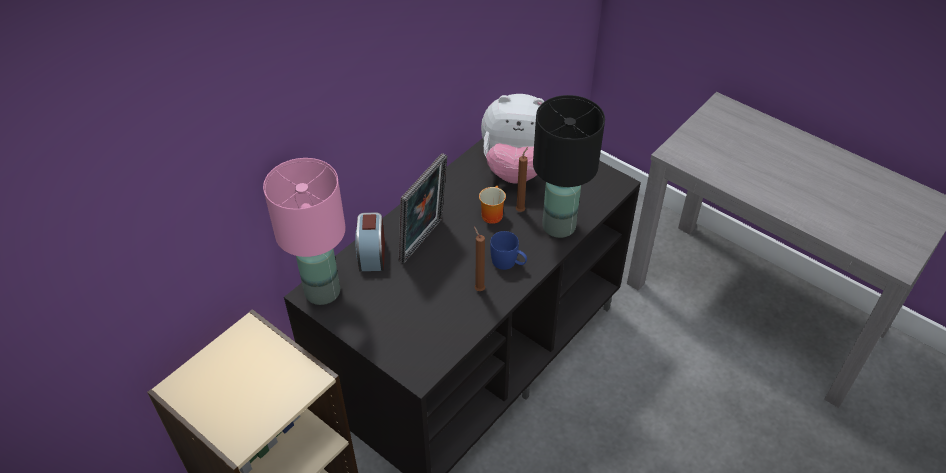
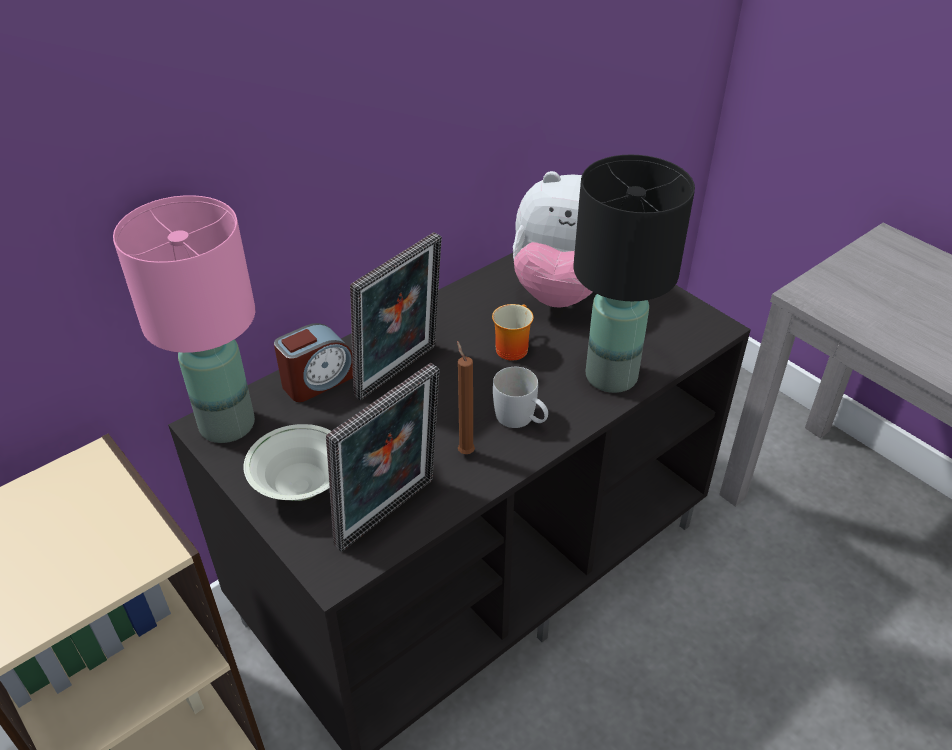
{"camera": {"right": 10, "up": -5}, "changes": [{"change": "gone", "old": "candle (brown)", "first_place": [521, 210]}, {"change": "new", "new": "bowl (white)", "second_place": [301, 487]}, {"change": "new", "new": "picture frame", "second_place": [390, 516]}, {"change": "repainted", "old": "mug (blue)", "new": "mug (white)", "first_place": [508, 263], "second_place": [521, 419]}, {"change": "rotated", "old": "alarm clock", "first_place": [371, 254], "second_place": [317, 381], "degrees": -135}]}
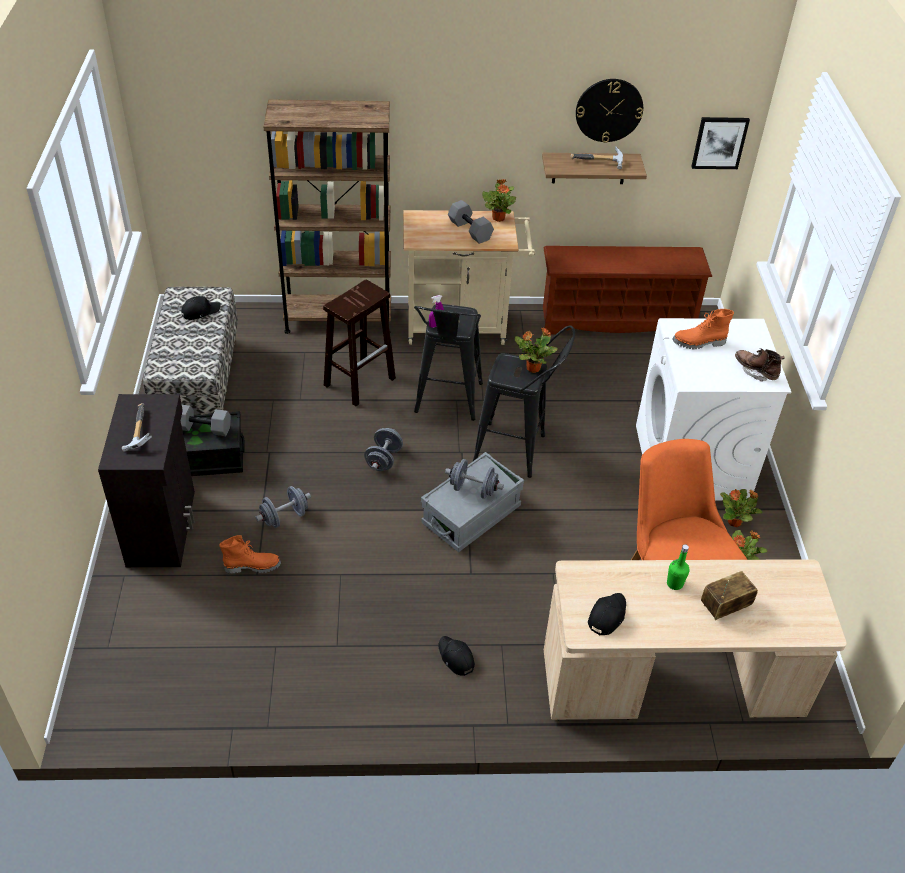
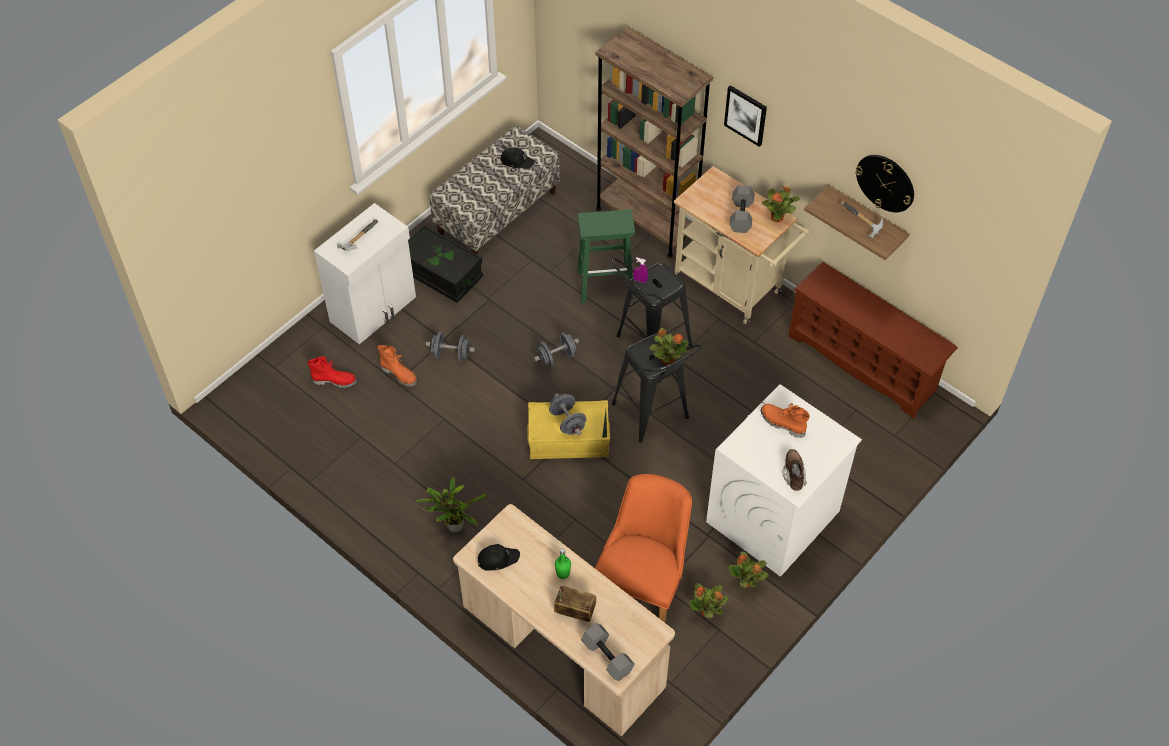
{"camera": {"right": 45, "up": 10}, "changes": [{"change": "new", "new": "boot (red)", "second_place": [334, 380]}, {"change": "shifted", "old": "dumbbell (grey)", "first_place": [204, 428], "second_place": [608, 657]}, {"change": "shifted", "old": "picture", "first_place": [719, 142], "second_place": [746, 115]}, {"change": "swapped", "old": "cap (black)", "new": "potted plant", "first_place": [455, 658], "second_place": [453, 525]}, {"change": "repainted", "old": "cabinet (black)", "new": "cabinet (white)", "first_place": [163, 527], "second_place": [374, 309]}, {"change": "repainted", "old": "stool (brown)", "new": "stool (green)", "first_place": [360, 381], "second_place": [606, 284]}, {"change": "repainted", "old": "storage box (grey)", "new": "storage box (yellow)", "first_place": [471, 515], "second_place": [568, 440]}]}
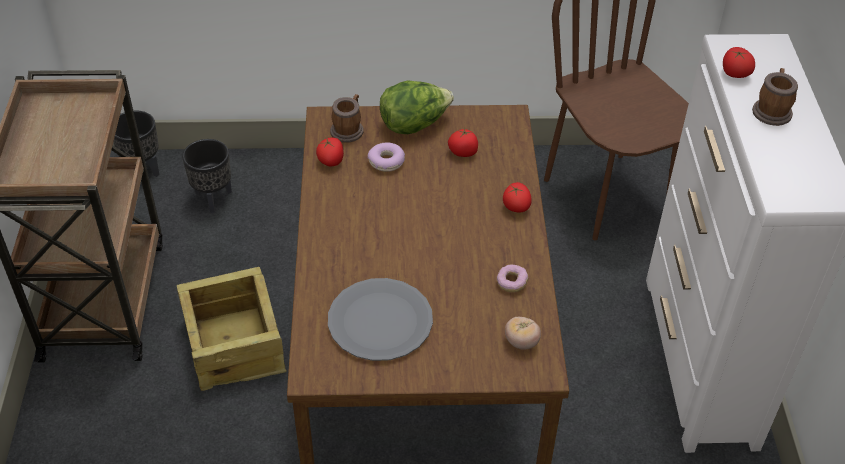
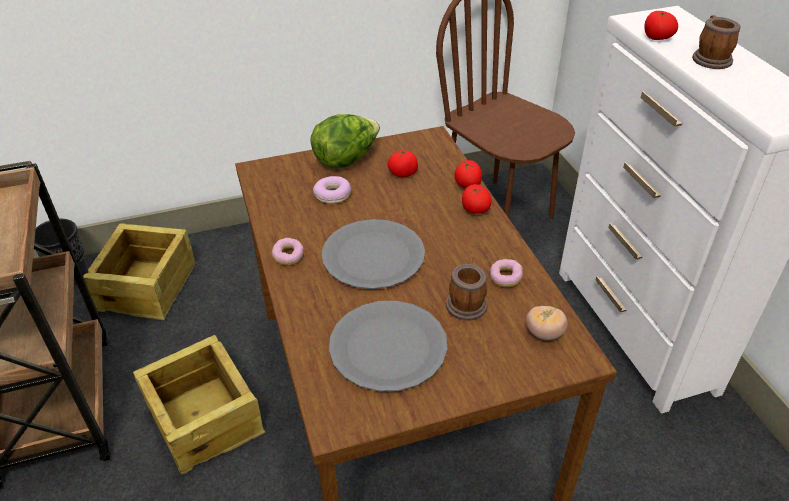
{"camera": {"right": -15, "up": -5}, "changes": [{"change": "new", "new": "donut", "second_place": [288, 257]}, {"change": "new", "new": "plate (grey)", "second_place": [373, 256]}, {"change": "shifted", "old": "tomato", "first_place": [331, 161], "second_place": [467, 184]}, {"change": "shifted", "old": "mug", "first_place": [348, 129], "second_place": [466, 302]}, {"change": "swapped", "old": "planter (black)", "new": "crate", "first_place": [214, 198], "second_place": [149, 287]}]}
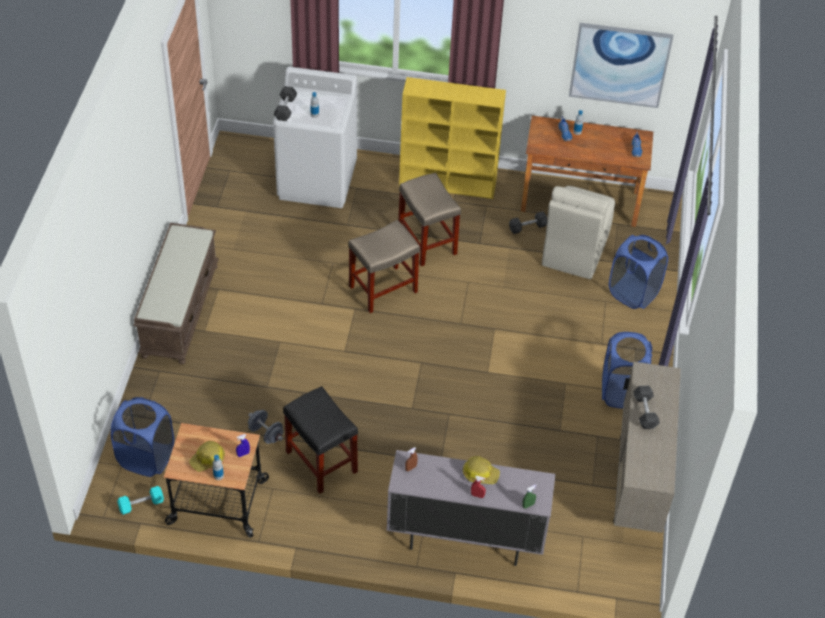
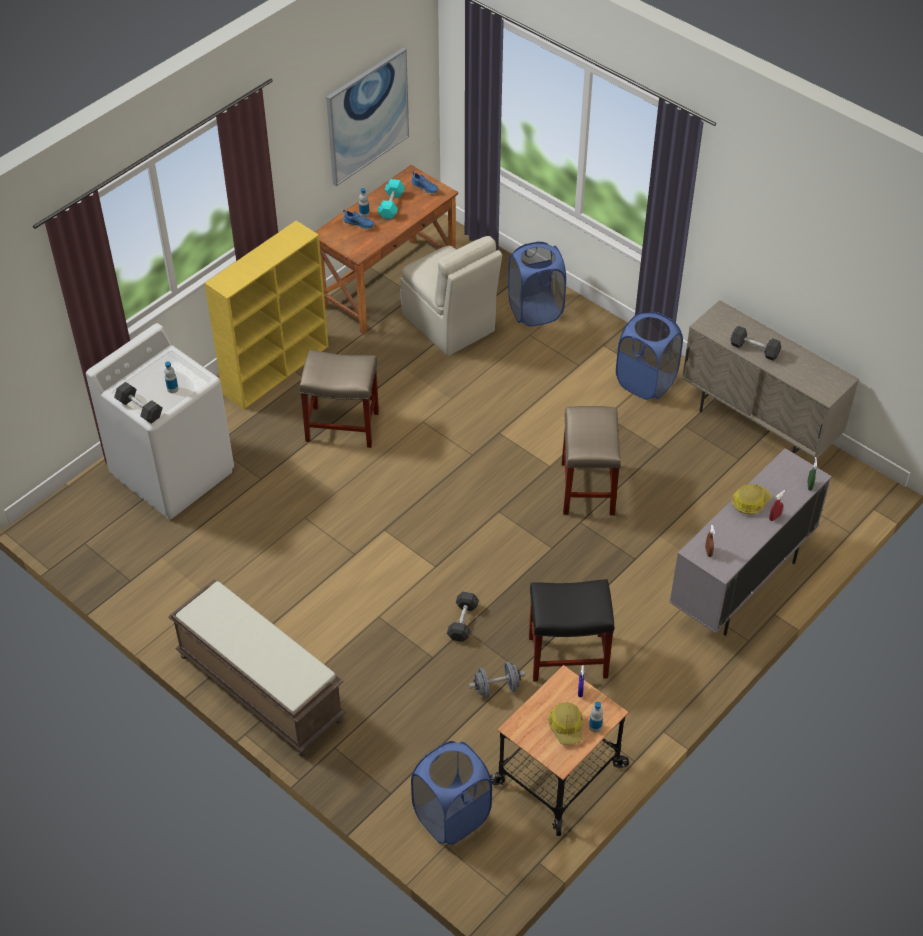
{"camera": {"right": -55, "up": 0}, "changes": [{"change": "shifted", "old": "dumbbell (turquoise)", "first_place": [141, 504], "second_place": [391, 205]}, {"change": "shifted", "old": "stool (beige)", "first_place": [382, 289], "second_place": [588, 489]}, {"change": "shifted", "old": "dumbbell (grey)", "first_place": [527, 227], "second_place": [462, 622]}]}
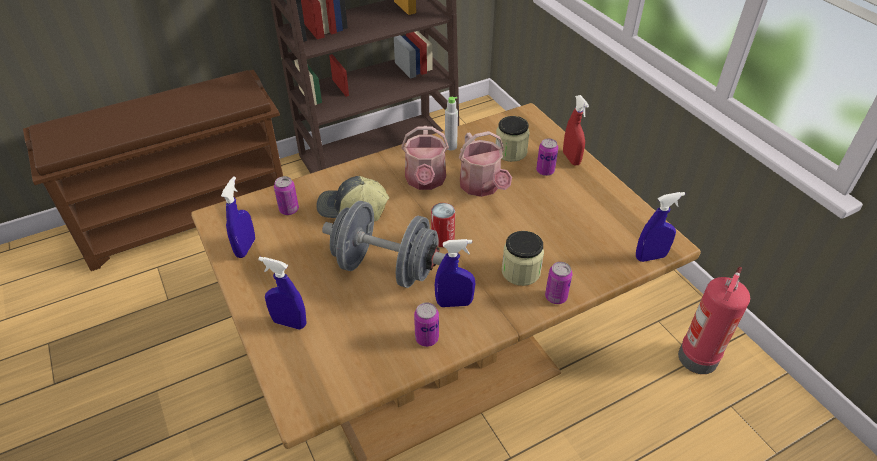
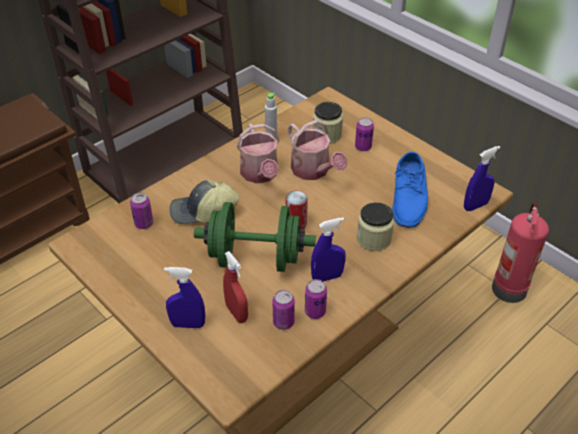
{"camera": {"right": -15, "up": 0}, "changes": [{"change": "gone", "old": "spray bottle (blue)", "first_place": [245, 248]}, {"change": "new", "new": "shoe (blue)", "second_place": [409, 198]}, {"change": "shifted", "old": "can", "first_place": [556, 297], "second_place": [283, 322]}, {"change": "shifted", "old": "spray bottle (red)", "first_place": [571, 158], "second_place": [236, 313]}, {"change": "repainted", "old": "dumbbell (grey)", "new": "dumbbell (green)", "first_place": [386, 268], "second_place": [255, 258]}]}
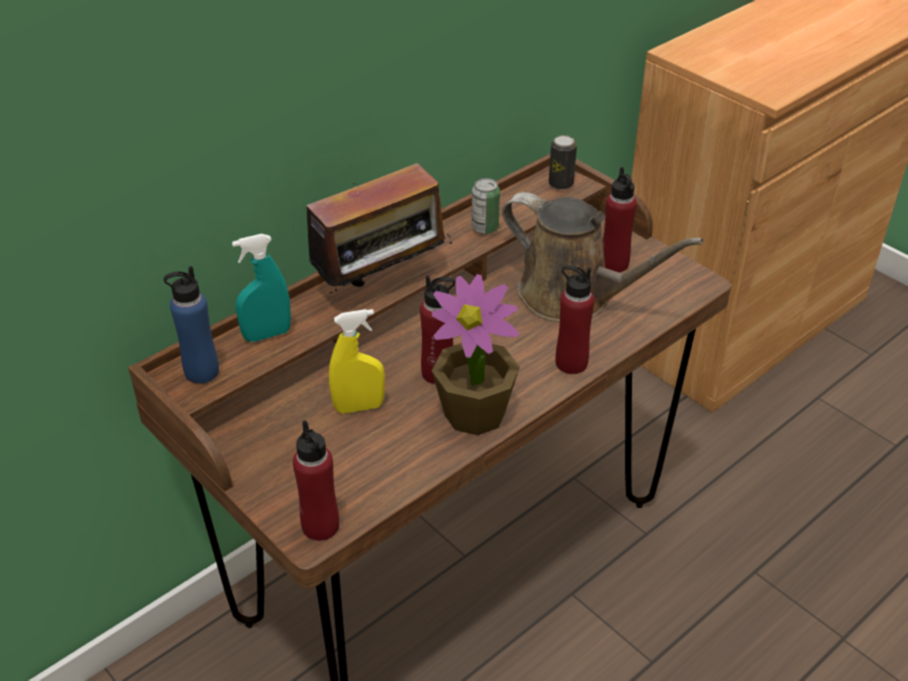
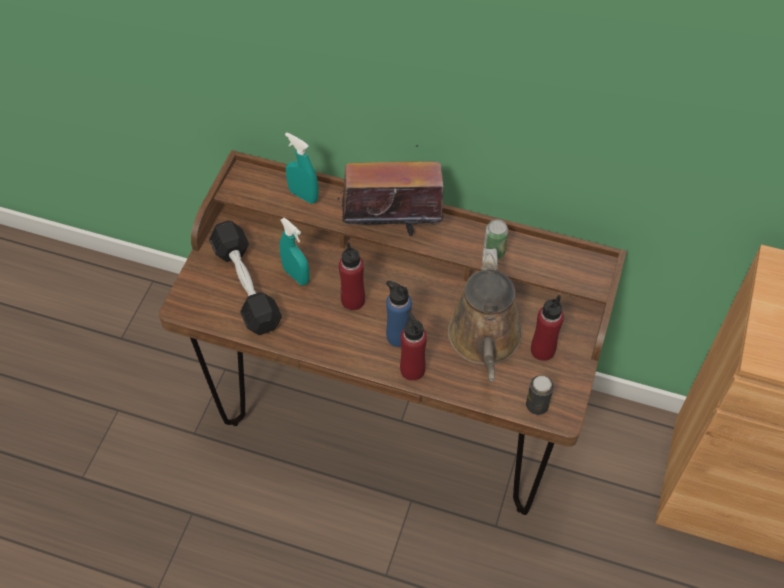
{"camera": {"right": 60, "up": 15}, "changes": [{"change": "gone", "old": "bottle (red)", "first_place": [320, 526]}, {"change": "gone", "old": "potted plant", "first_place": [475, 413]}, {"change": "new", "new": "dumbbell (black)", "second_place": [246, 286]}, {"change": "shifted", "old": "bottle (blue)", "first_place": [201, 372], "second_place": [398, 336]}, {"change": "shifted", "old": "can", "first_place": [561, 184], "second_place": [537, 405]}, {"change": "repainted", "old": "spray bottle (yellow)", "new": "spray bottle (turquoise)", "first_place": [359, 407], "second_place": [296, 275]}, {"change": "rotated", "old": "radio", "first_place": [382, 284], "second_place": [391, 226], "degrees": 150}]}
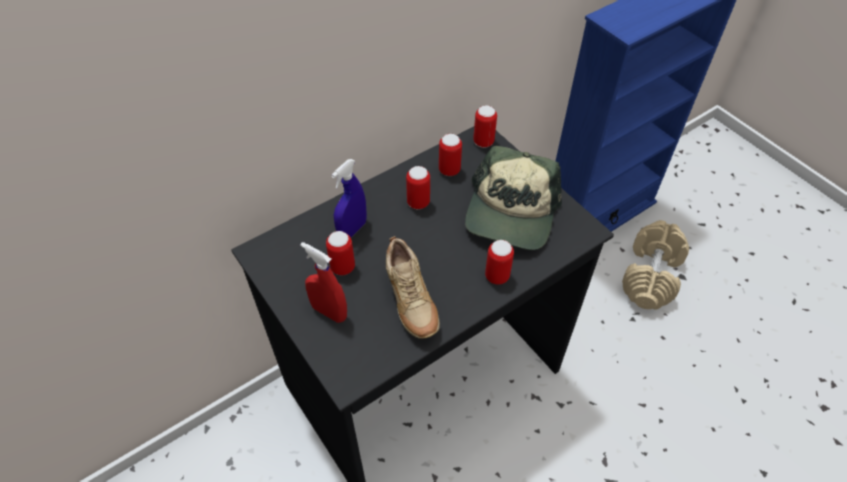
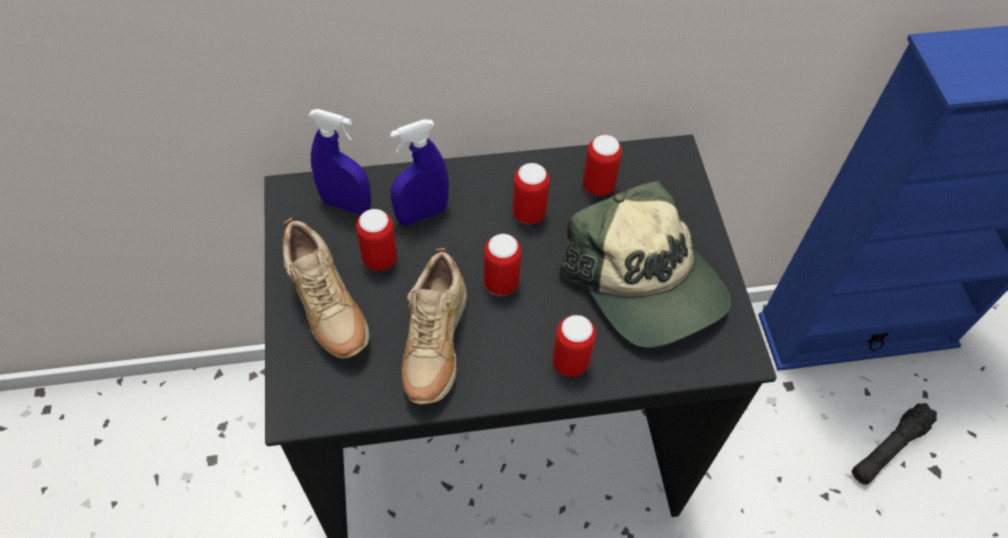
{"camera": {"right": 25, "up": 5}, "changes": [{"change": "new", "new": "spray bottle (blue)", "second_place": [346, 204]}, {"change": "shifted", "old": "can", "first_place": [483, 142], "second_place": [501, 283]}, {"change": "swapped", "old": "spray bottle (red)", "new": "shoe (beige)", "first_place": [329, 312], "second_place": [328, 310]}, {"change": "swapped", "old": "dumbbell (beige)", "new": "flashlight (black)", "first_place": [651, 276], "second_place": [889, 448]}, {"change": "rotated", "old": "cap", "first_place": [511, 213], "second_place": [646, 282], "degrees": -75}]}
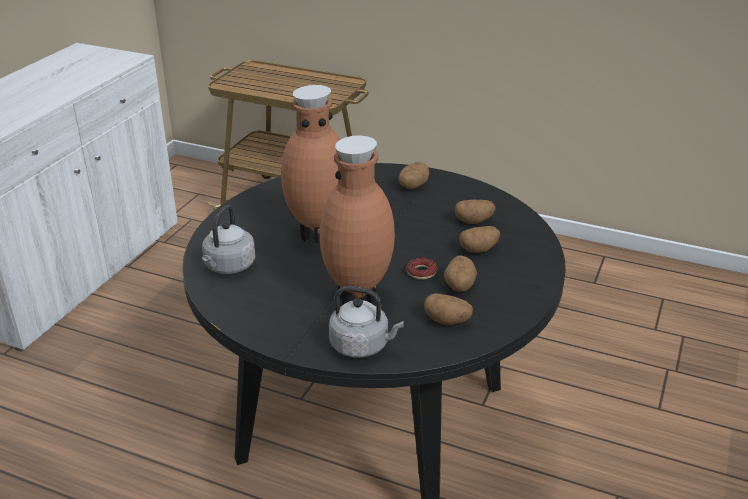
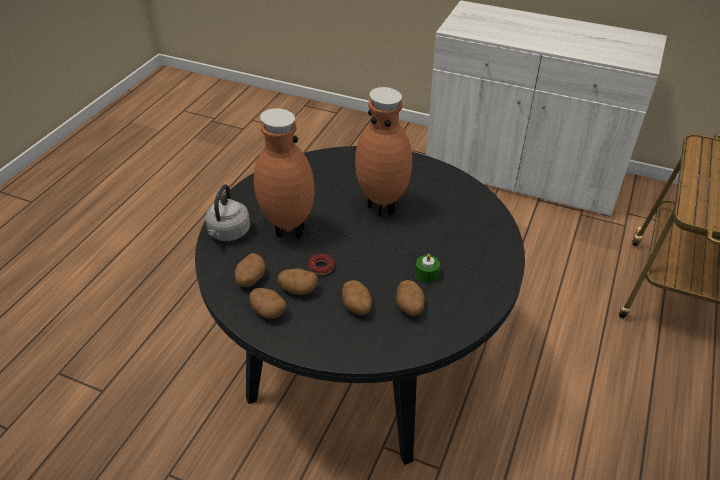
{"camera": {"right": 90, "up": 10}, "changes": [{"change": "gone", "old": "kettle (grey)", "first_place": [228, 267]}, {"change": "new", "new": "candle (green)", "second_place": [427, 274]}, {"change": "shifted", "old": "potato", "first_place": [412, 186], "second_place": [268, 311]}]}
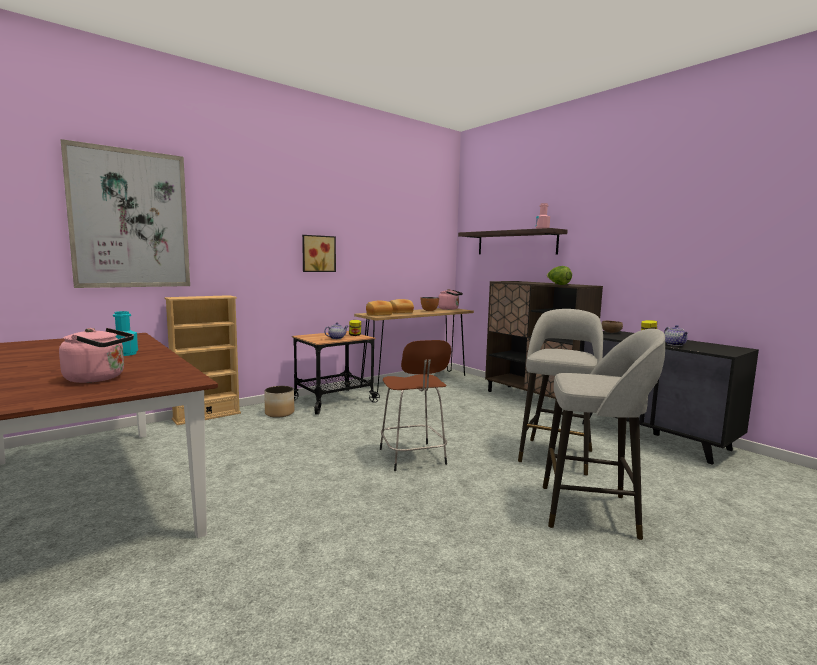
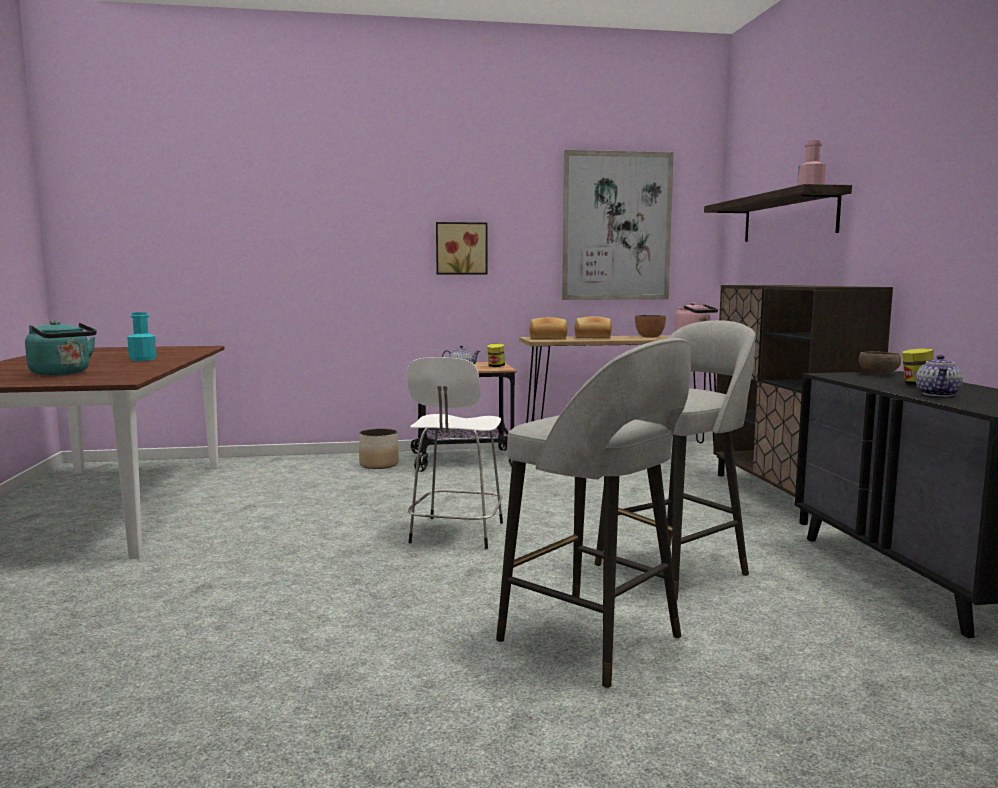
{"camera": {"right": 30, "up": 0}, "changes": [{"change": "gone", "old": "bookcase (beige)", "first_place": [207, 416]}, {"change": "gone", "old": "lettuce", "first_place": [558, 284]}, {"change": "shifted", "old": "picture", "first_place": [130, 219], "second_place": [616, 226]}, {"change": "repainted", "old": "kettle (pink)", "new": "kettle (turquoise)", "first_place": [99, 378], "second_place": [63, 373]}, {"change": "repainted", "old": "stool (brown)", "new": "stool (white)", "first_place": [413, 457], "second_place": [456, 534]}]}
